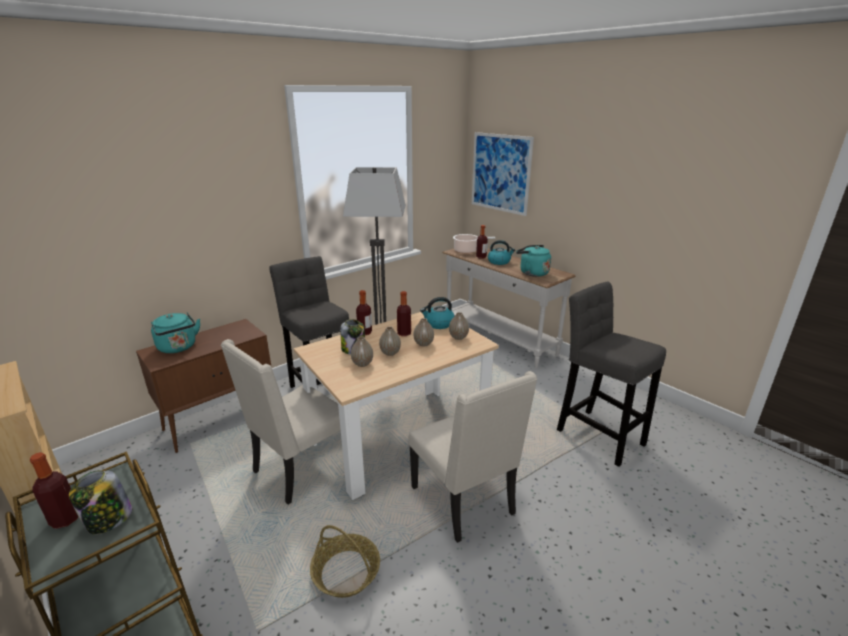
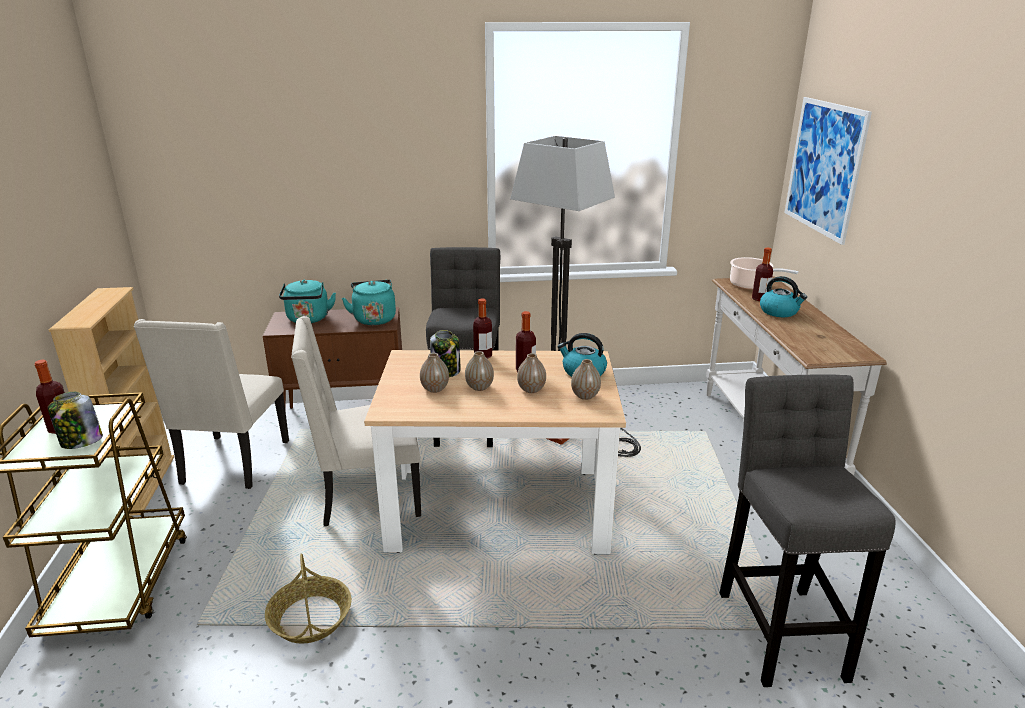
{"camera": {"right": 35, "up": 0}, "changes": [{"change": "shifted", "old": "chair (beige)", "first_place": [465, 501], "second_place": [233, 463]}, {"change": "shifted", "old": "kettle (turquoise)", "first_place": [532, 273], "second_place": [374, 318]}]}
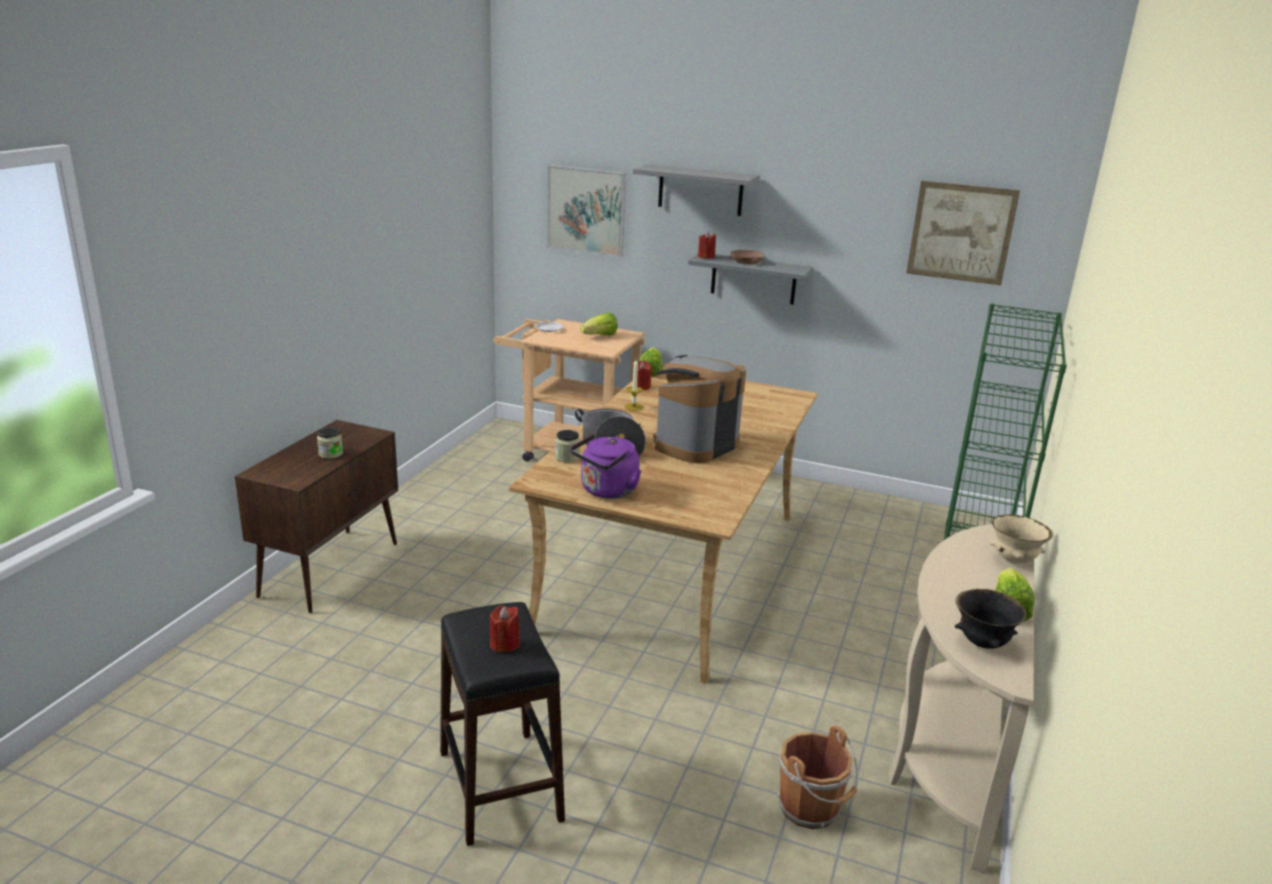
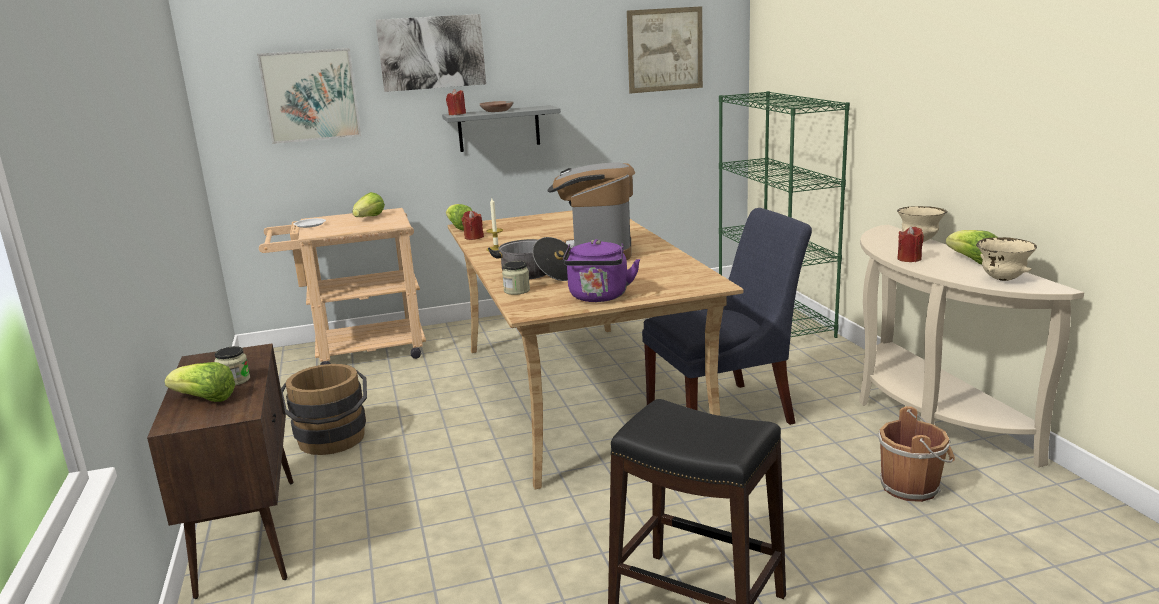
{"camera": {"right": -35, "up": -5}, "changes": [{"change": "new", "new": "lettuce", "second_place": [205, 399]}, {"change": "new", "new": "bucket (brown)", "second_place": [332, 442]}, {"change": "new", "new": "chair (blue)", "second_place": [725, 413]}, {"change": "shifted", "old": "candle (red)", "first_place": [504, 644], "second_place": [909, 259]}, {"change": "swapped", "old": "shelf (grey)", "new": "picture", "first_place": [700, 190], "second_place": [431, 52]}, {"change": "repainted", "old": "bowl (black)", "new": "bowl (beige)", "first_place": [982, 643], "second_place": [1002, 279]}]}
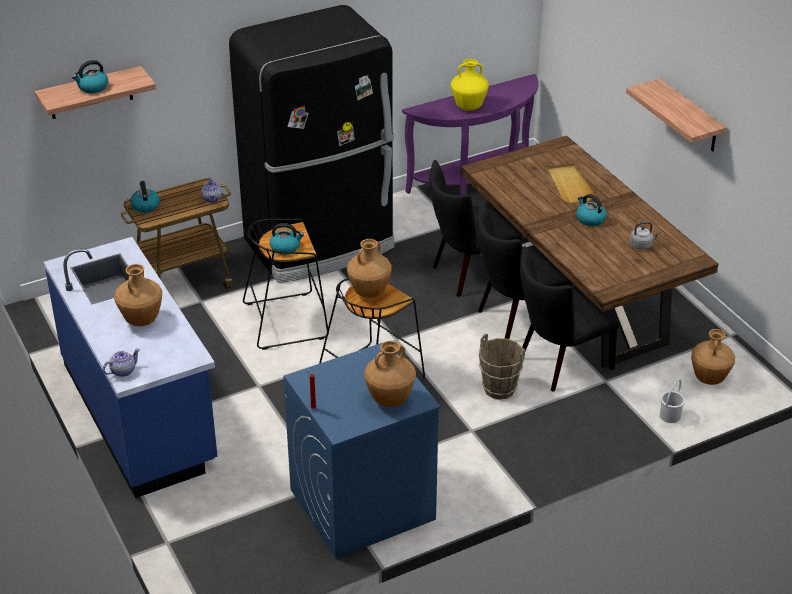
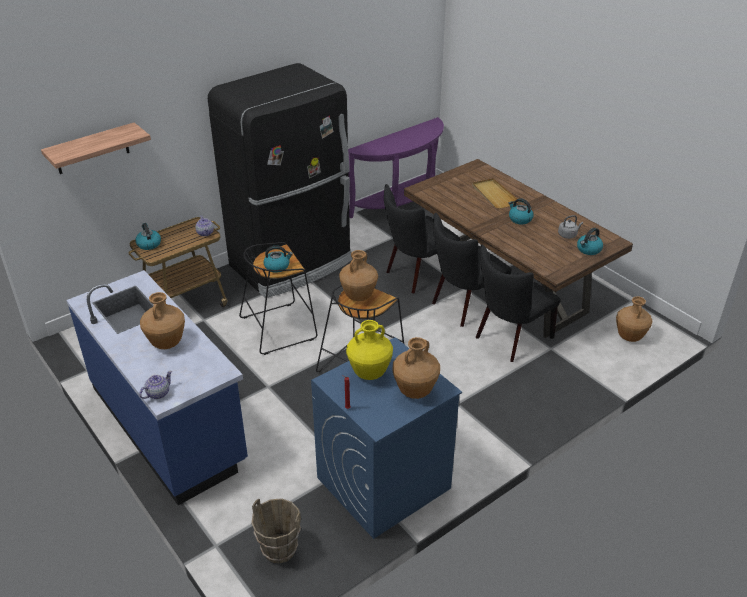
{"camera": {"right": -10, "up": 0}, "changes": [{"change": "gone", "old": "shelf", "first_place": [690, 117]}, {"change": "gone", "old": "bucket (white)", "first_place": [670, 416]}, {"change": "shifted", "old": "kettle", "first_place": [92, 87], "second_place": [588, 249]}, {"change": "shifted", "old": "vase (yellow)", "first_place": [469, 107], "second_place": [370, 373]}, {"change": "shifted", "old": "bucket (brown)", "first_place": [499, 389], "second_place": [279, 549]}]}
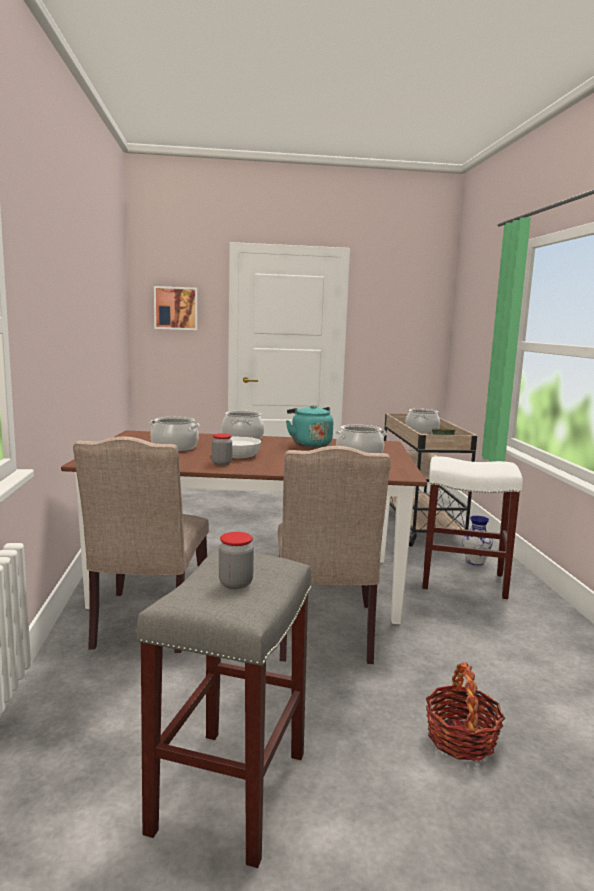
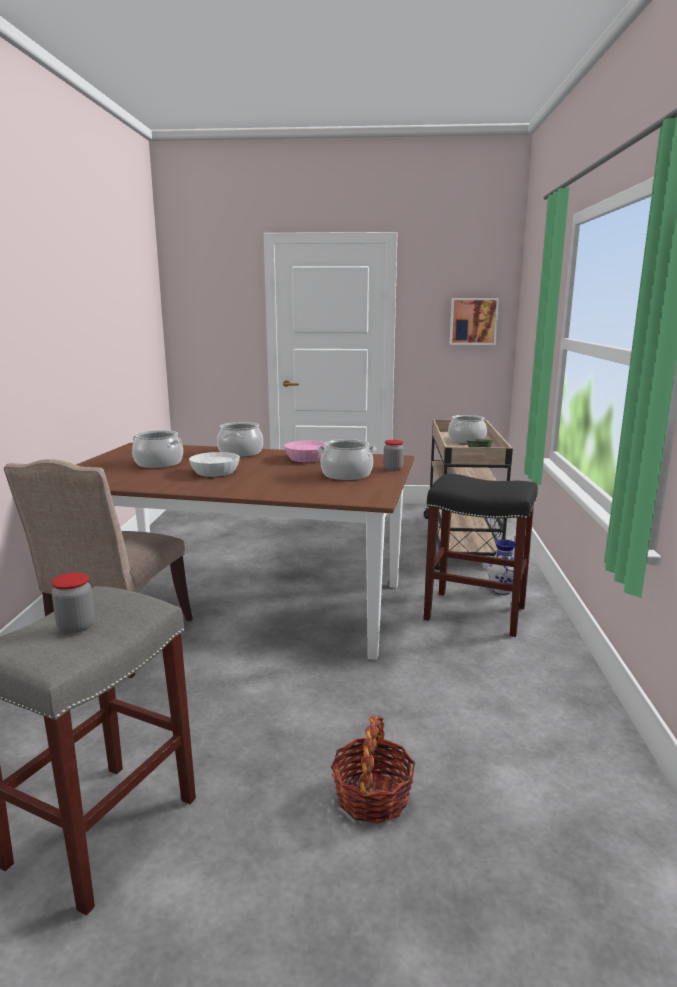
{"camera": {"right": 10, "up": 5}, "changes": [{"change": "gone", "old": "chair (beige)", "first_place": [324, 634]}, {"change": "shifted", "old": "picture", "first_place": [176, 308], "second_place": [473, 321]}, {"change": "shifted", "old": "jar", "first_place": [221, 463], "second_place": [393, 469]}, {"change": "swapped", "old": "kettle (turquoise)", "new": "bowl (pink)", "first_place": [309, 444], "second_place": [307, 459]}, {"change": "repainted", "old": "stool (white)", "new": "stool (black)", "first_place": [464, 581], "second_place": [476, 613]}]}
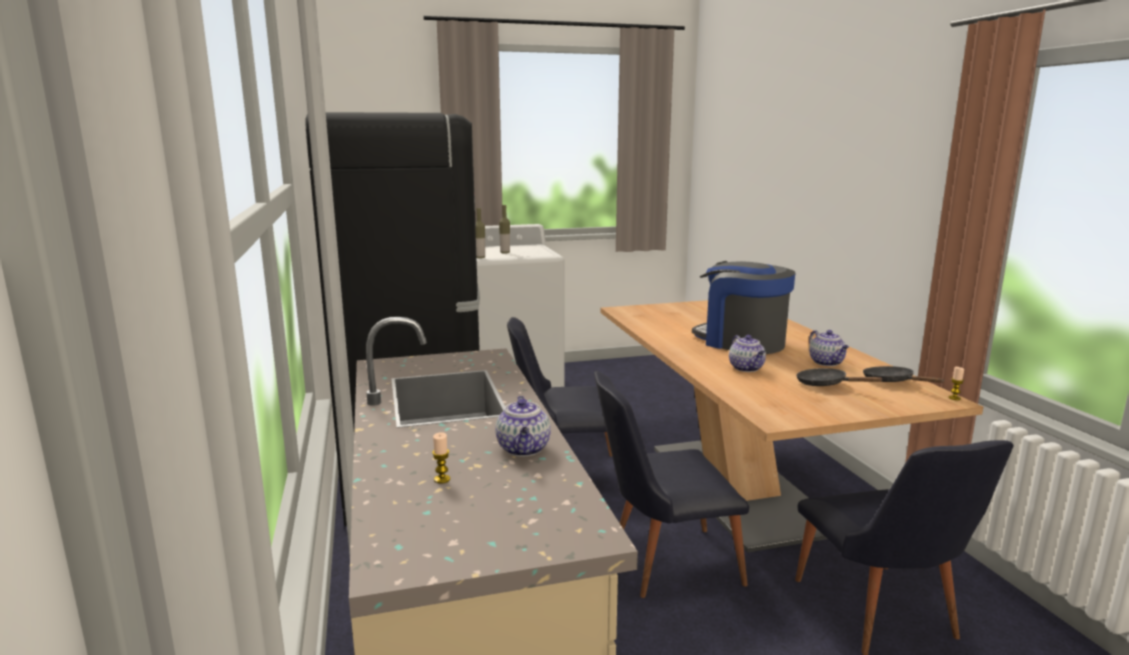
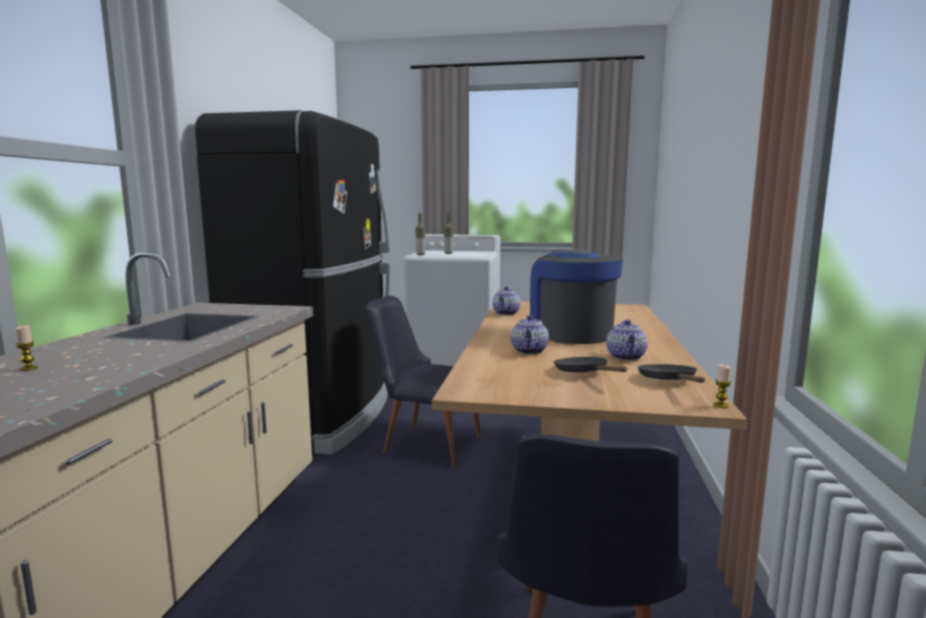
{"camera": {"right": 25, "up": -5}, "changes": [{"change": "gone", "old": "chair (black)", "first_place": [662, 562]}, {"change": "shifted", "old": "teapot", "first_place": [524, 449], "second_place": [506, 313]}]}
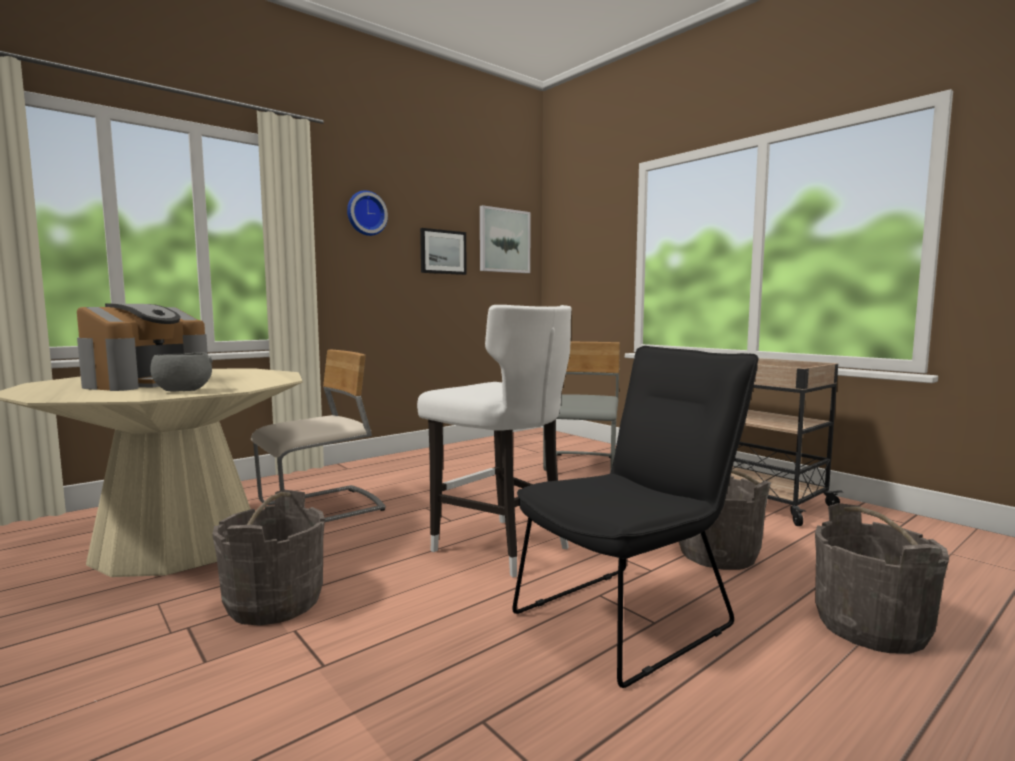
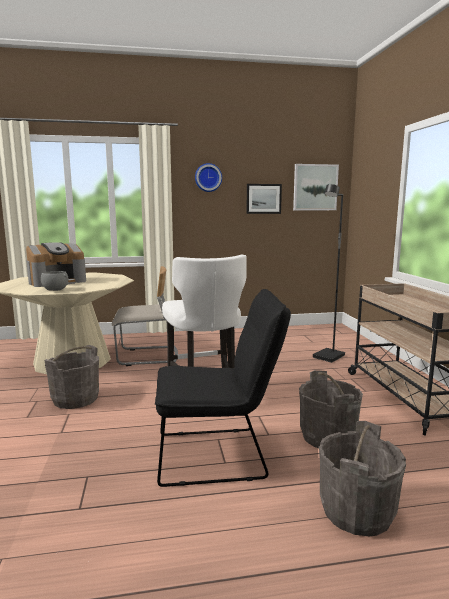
{"camera": {"right": 30, "up": 5}, "changes": [{"change": "swapped", "old": "chair (grey)", "new": "floor lamp (black)", "first_place": [583, 465], "second_place": [329, 357]}]}
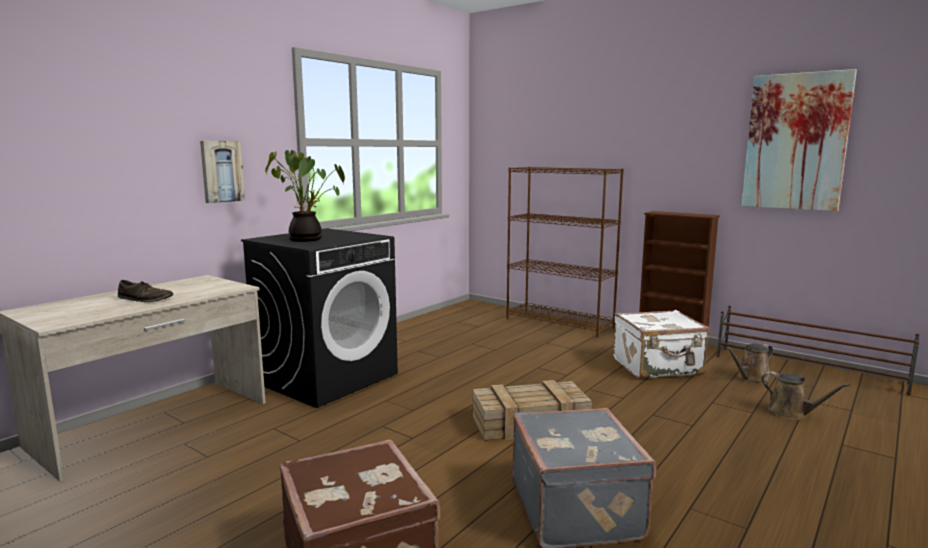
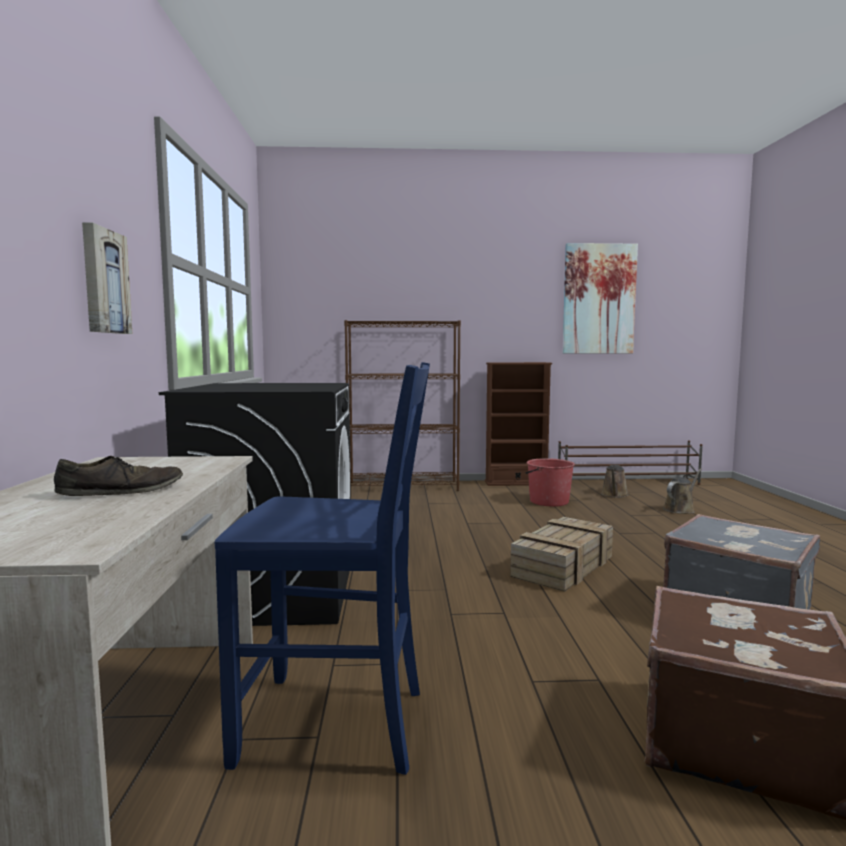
{"camera": {"right": -40, "up": -5}, "changes": [{"change": "gone", "old": "potted plant", "first_place": [308, 239]}, {"change": "new", "new": "chair (blue)", "second_place": [337, 725]}, {"change": "swapped", "old": "suitcase (white)", "new": "bucket (red)", "first_place": [658, 367], "second_place": [548, 501]}, {"change": "rotated", "old": "watering can (brown)", "first_place": [791, 413], "second_place": [680, 509], "degrees": -45}]}
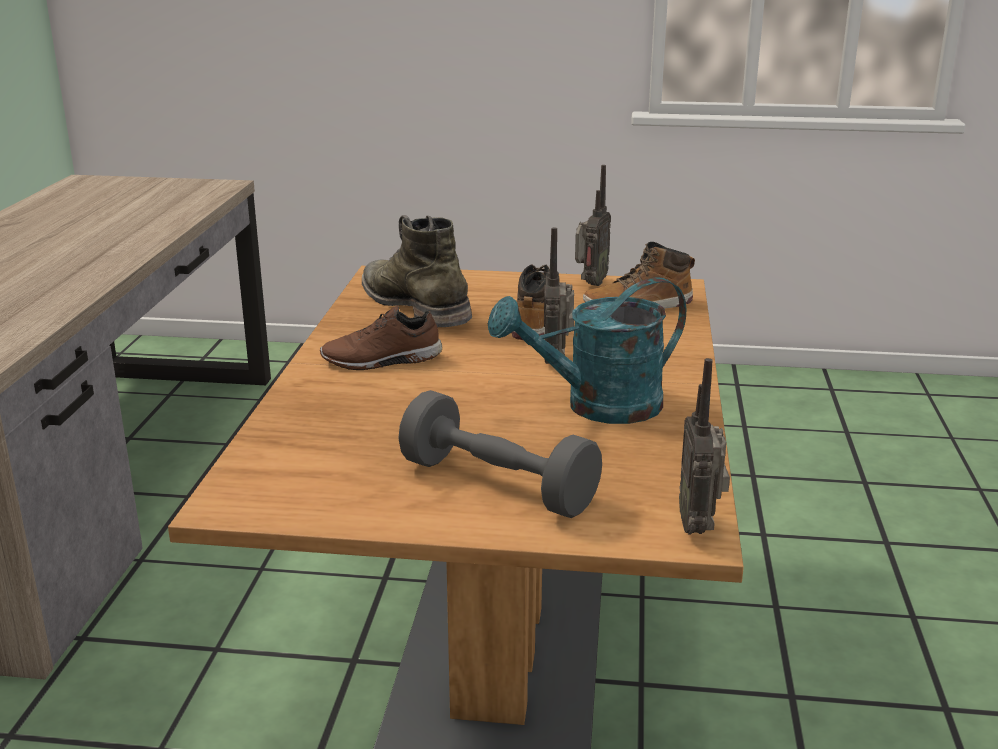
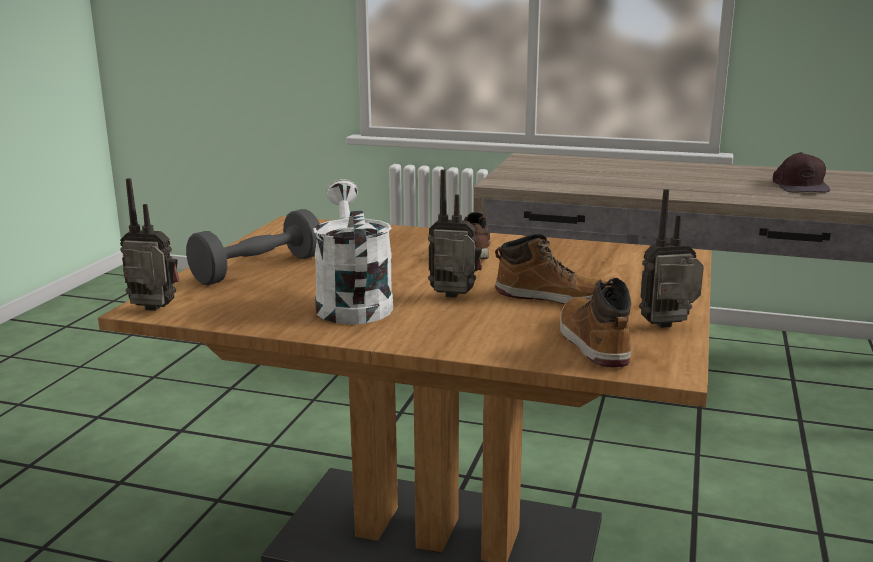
{"camera": {"right": 100, "up": -5}, "changes": [{"change": "gone", "old": "boot (green)", "first_place": [415, 305]}, {"change": "new", "new": "cap (brown)", "second_place": [799, 186]}, {"change": "repainted", "old": "watering can (turquoise)", "new": "watering can (white)", "first_place": [597, 407], "second_place": [352, 302]}, {"change": "rotated", "old": "radio", "first_place": [590, 284], "second_place": [669, 328], "degrees": 135}]}
